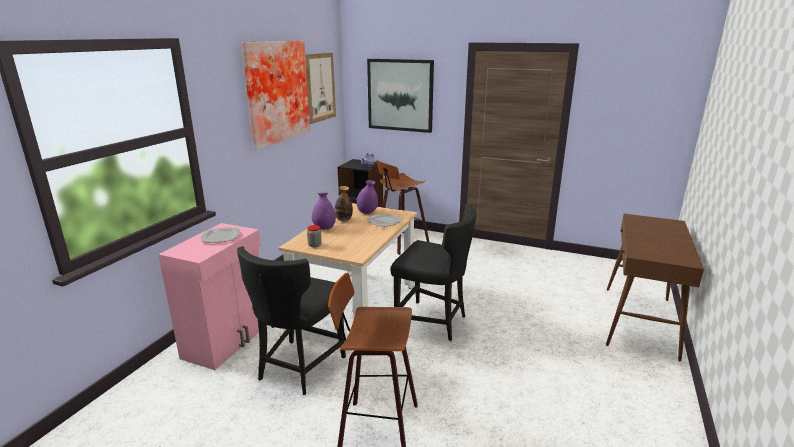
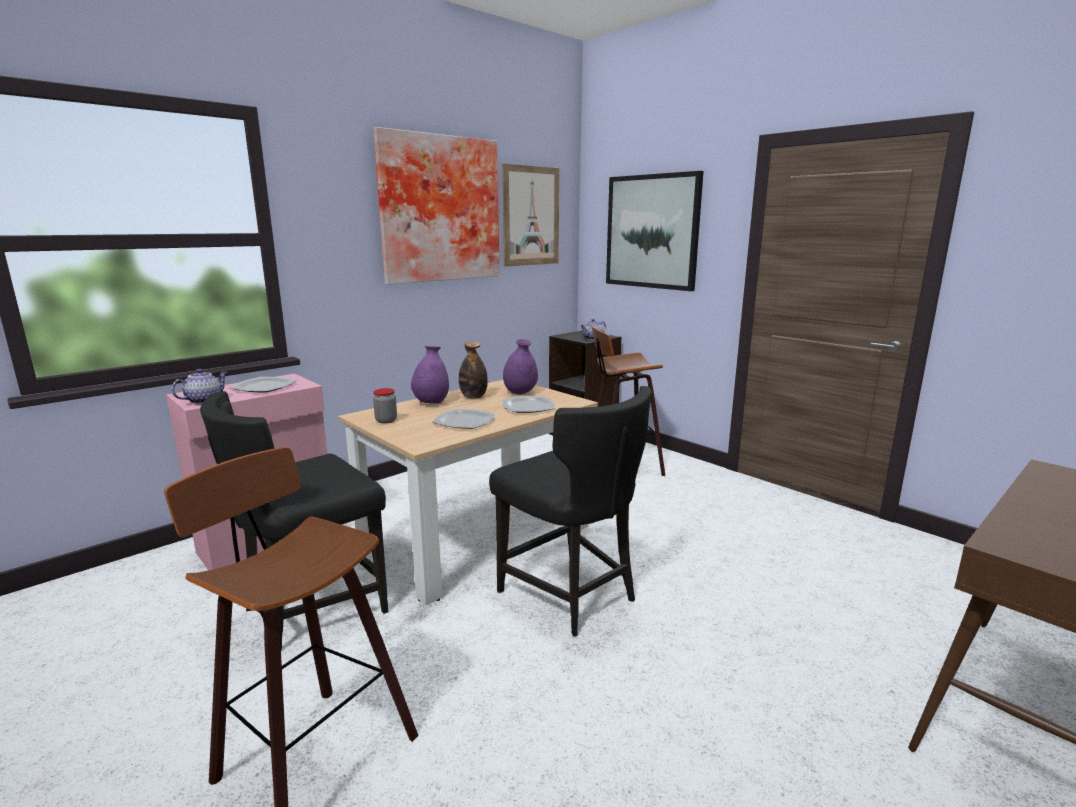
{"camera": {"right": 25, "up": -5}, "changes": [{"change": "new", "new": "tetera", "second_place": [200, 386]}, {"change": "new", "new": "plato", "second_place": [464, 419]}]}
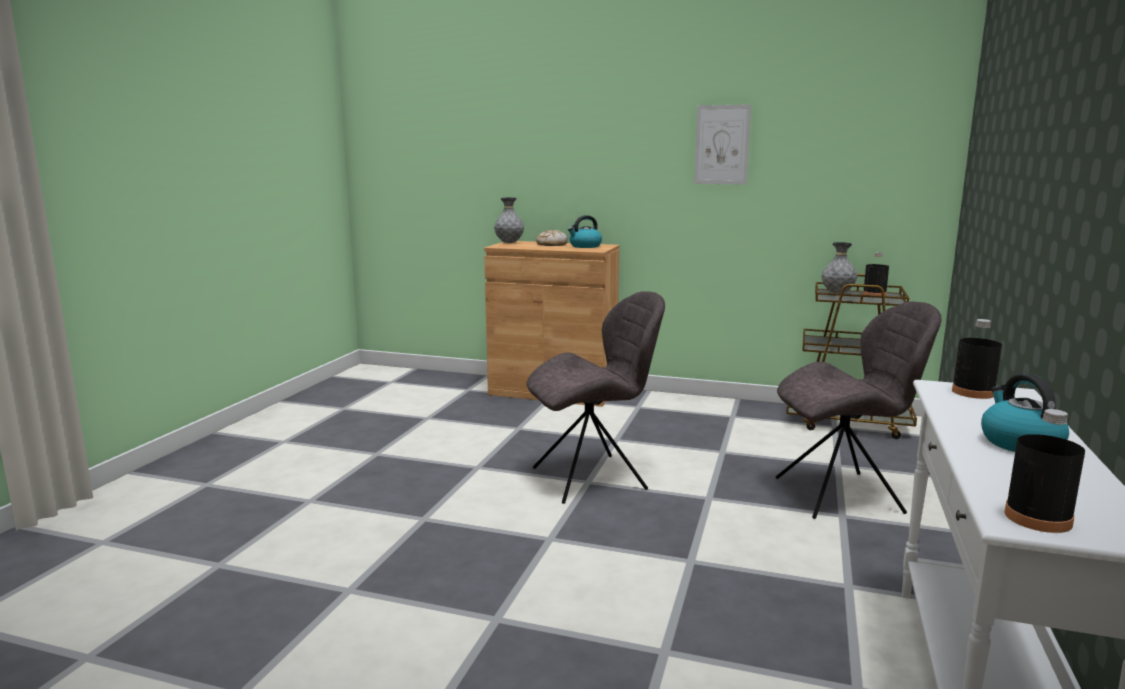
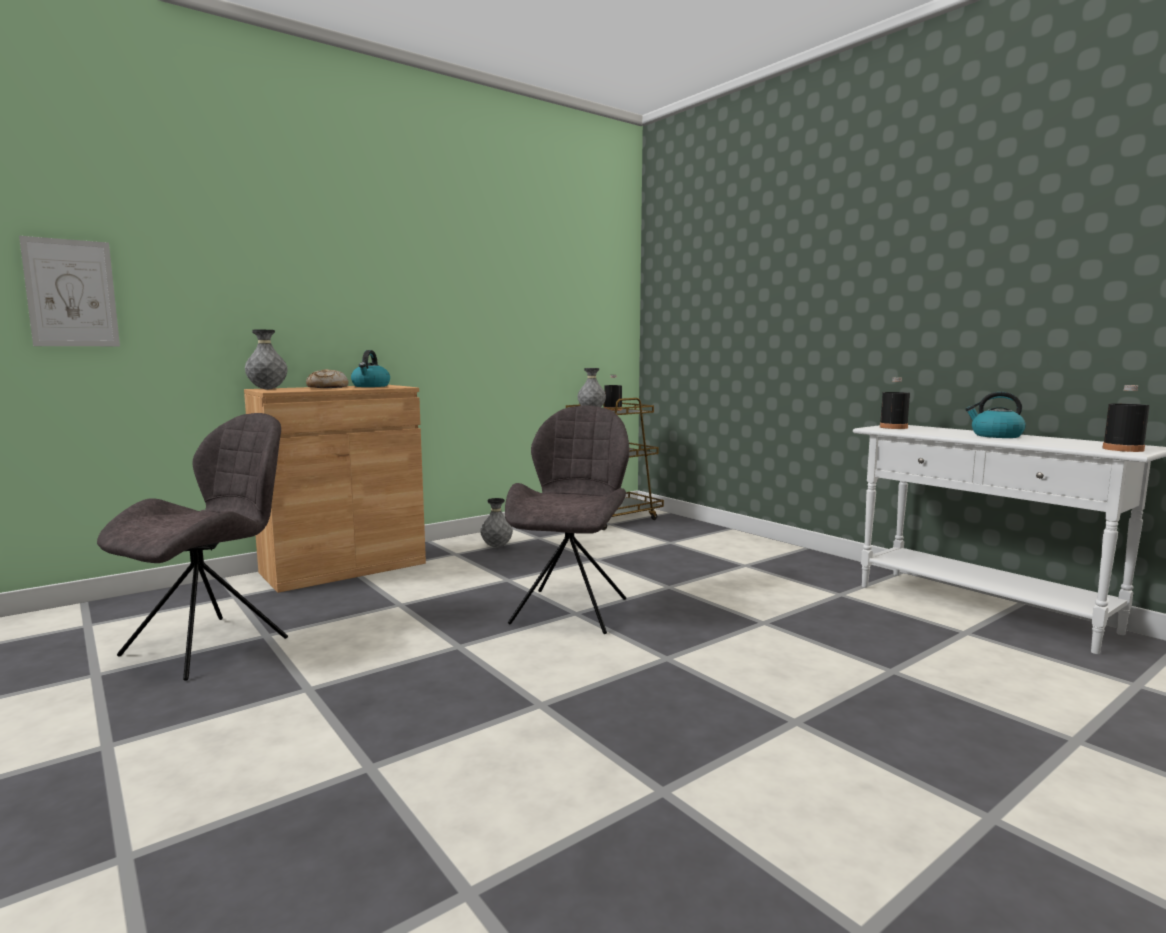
{"camera": {"right": -55, "up": -5}, "changes": [{"change": "new", "new": "florero [gris]", "second_place": [496, 523]}, {"change": "shifted", "old": "cuadro", "first_place": [722, 144], "second_place": [69, 291]}, {"change": "shifted", "old": "silla [gris]", "first_place": [858, 410], "second_place": [192, 547]}]}
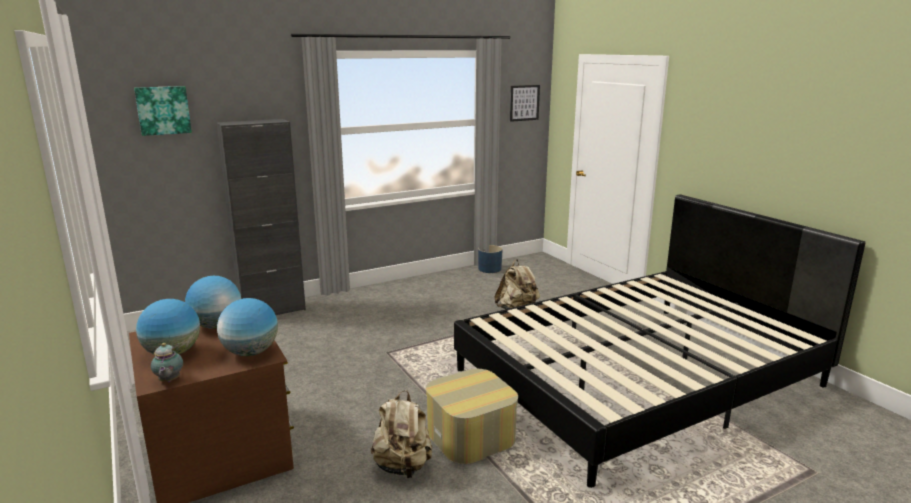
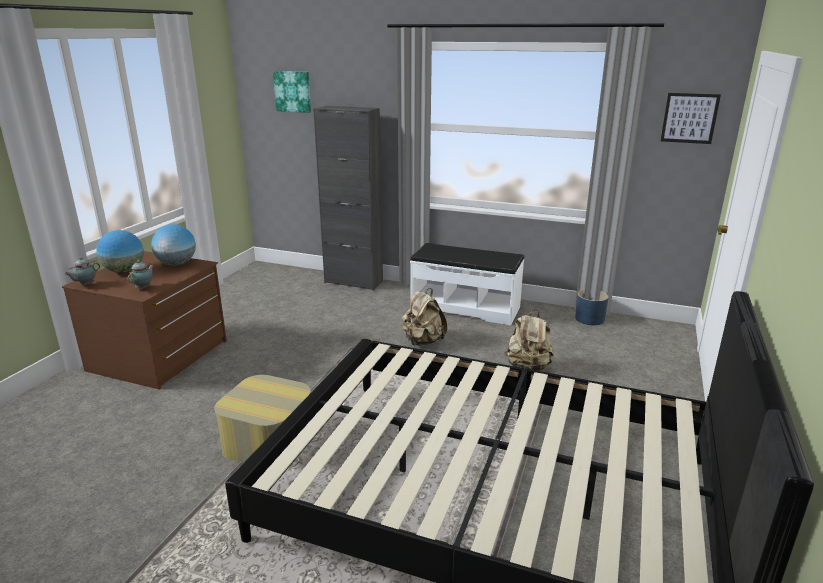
{"camera": {"right": 50, "up": 5}, "changes": [{"change": "new", "new": "banco [blanco]", "second_place": [467, 284]}, {"change": "shifted", "old": "mochila [beis]", "first_place": [401, 434], "second_place": [424, 317]}, {"change": "swapped", "old": "globo terráqueo", "new": "tetera", "first_place": [247, 327], "second_place": [140, 275]}]}
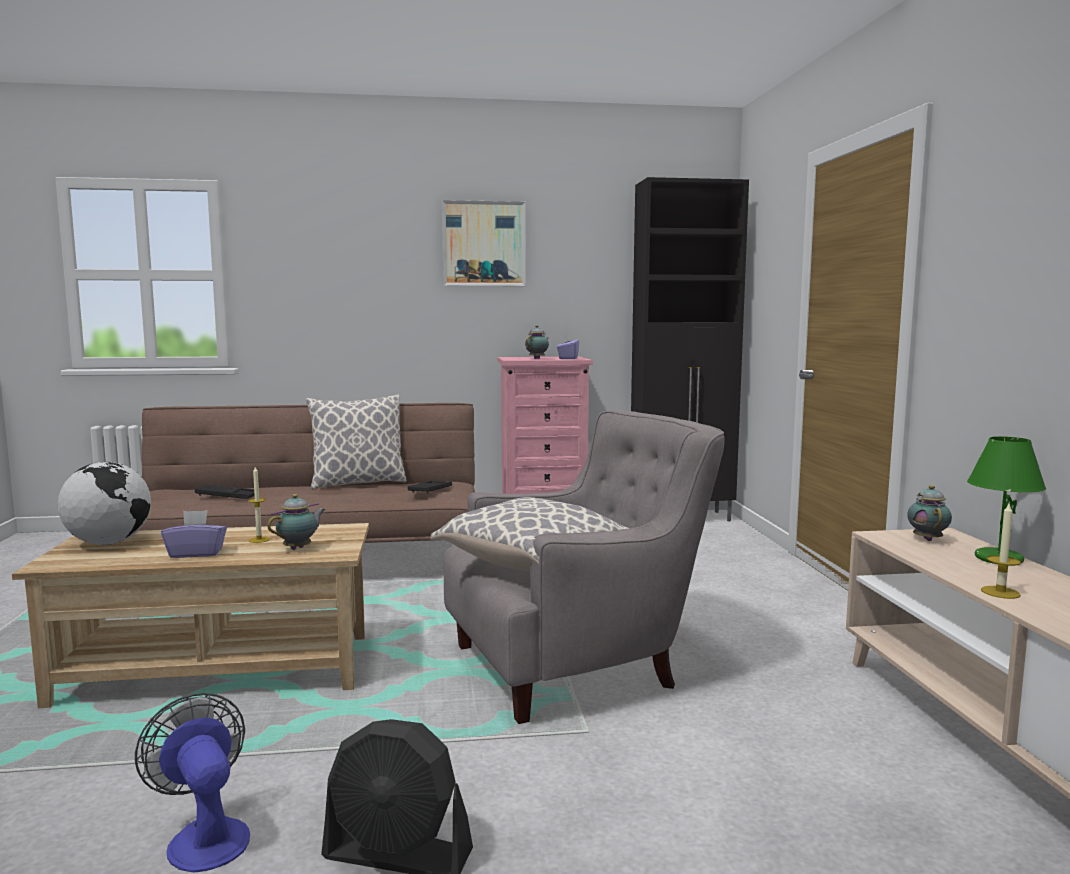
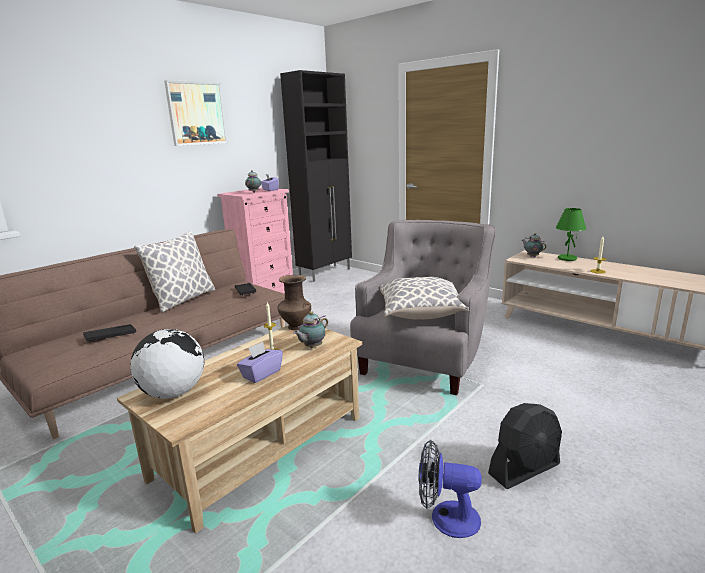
{"camera": {"right": -40, "up": 10}, "changes": [{"change": "new", "new": "florero [marrón]", "second_place": [294, 302]}, {"change": "rotated", "old": "tetera", "first_place": [296, 522], "second_place": [310, 329], "degrees": -135}]}
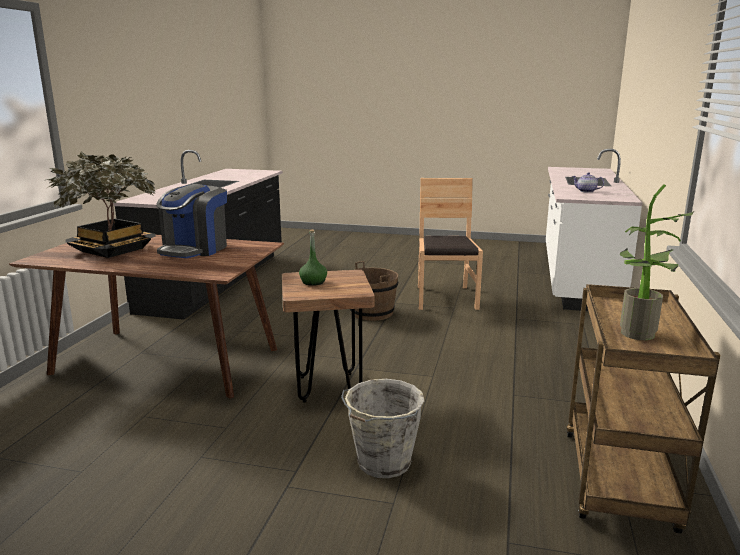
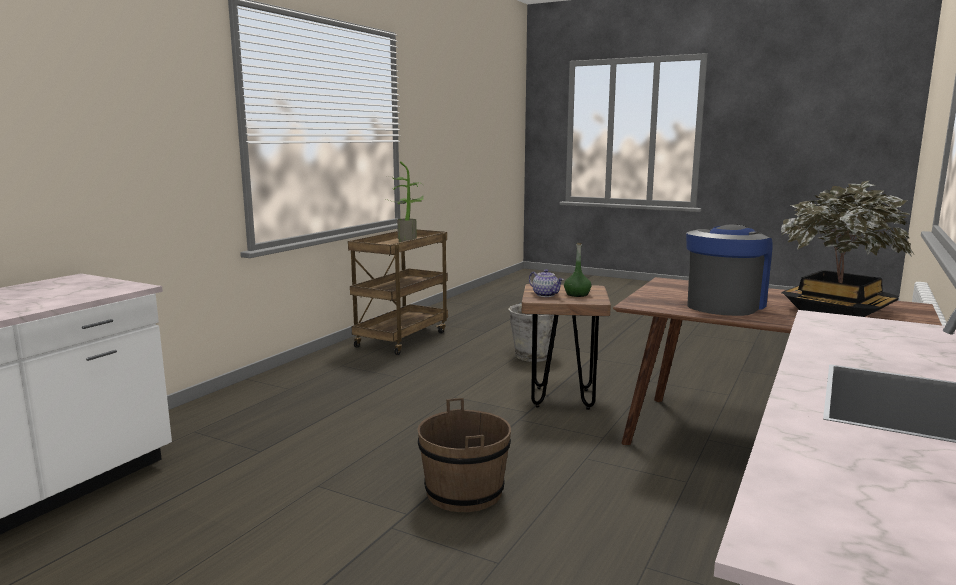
{"camera": {"right": -165, "up": -5}, "changes": [{"change": "gone", "old": "silla [marrón]", "first_place": [450, 244]}, {"change": "shifted", "old": "tetera", "first_place": [588, 182], "second_place": [546, 283]}]}
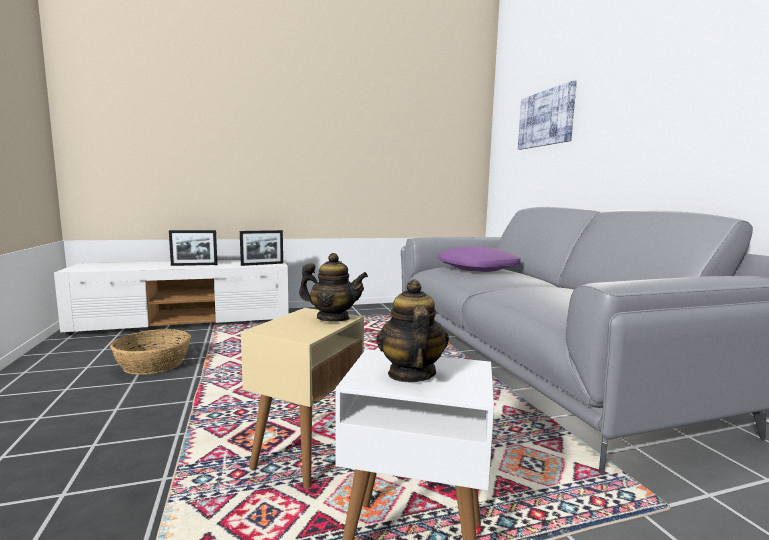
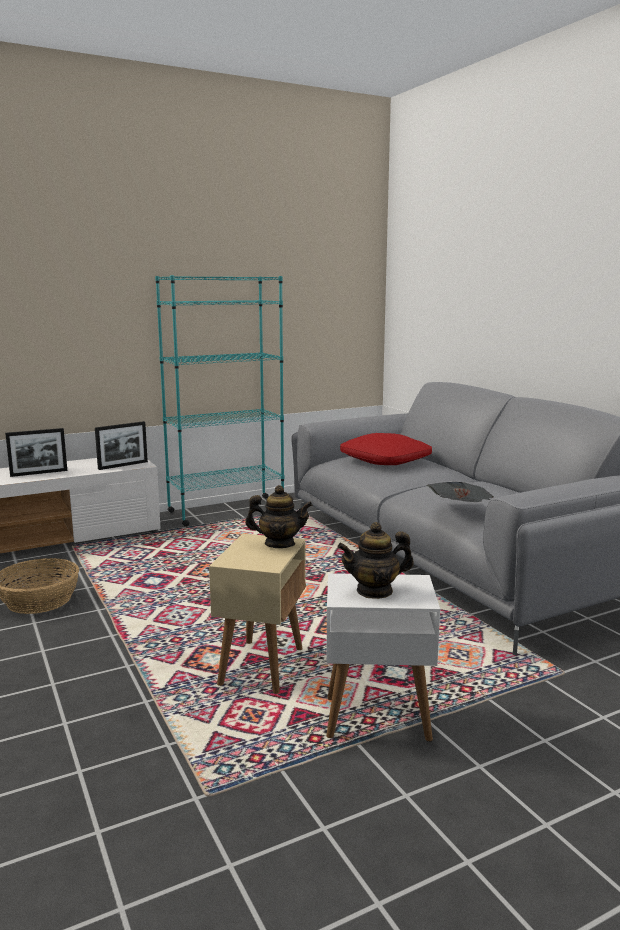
{"camera": {"right": -10, "up": 5}, "changes": [{"change": "gone", "old": "cuadro", "first_place": [547, 115]}, {"change": "new", "new": "estantería [turquesa]", "second_place": [219, 401]}, {"change": "new", "new": "periódico", "second_place": [460, 492]}, {"change": "repainted", "old": "cojín [morado]", "new": "cojín [rojo]", "first_place": [479, 259], "second_place": [386, 449]}, {"change": "rotated", "old": "tetera", "first_place": [412, 330], "second_place": [375, 560], "degrees": -90}]}
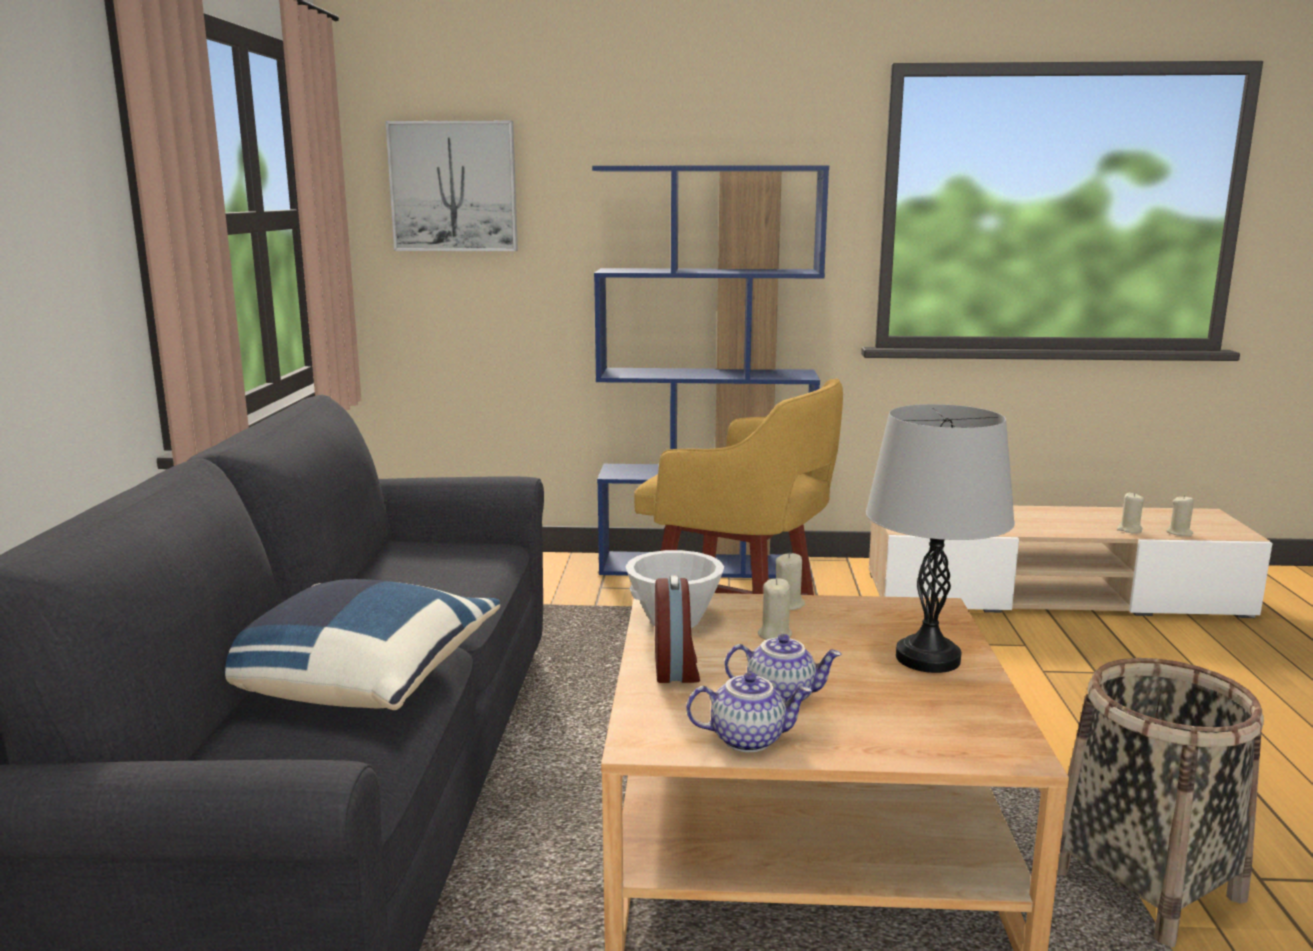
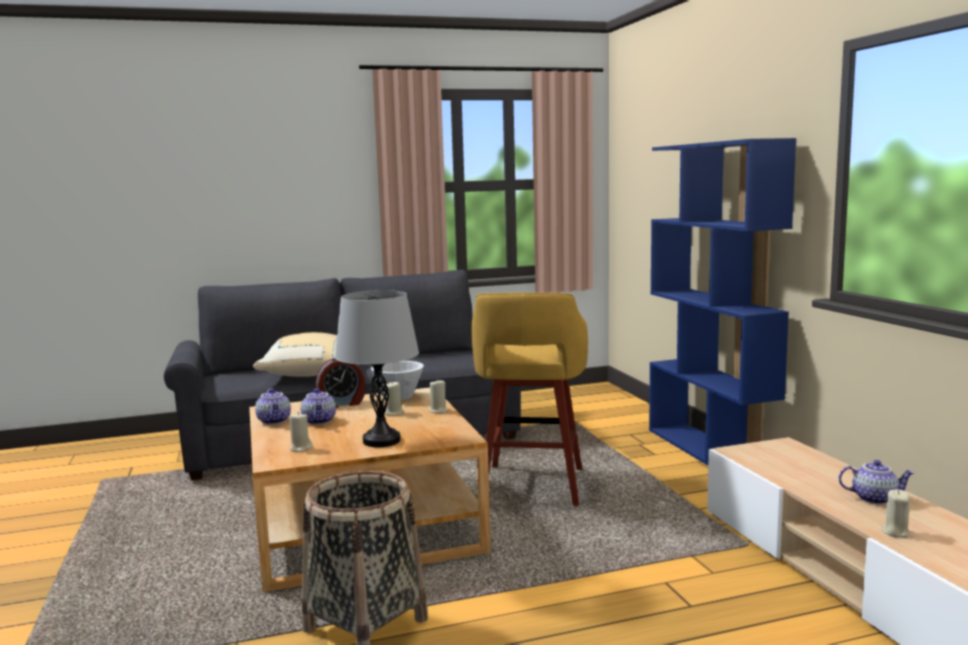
{"camera": {"right": 70, "up": -5}, "changes": [{"change": "gone", "old": "cuadro", "first_place": [451, 186]}, {"change": "new", "new": "tetera", "second_place": [876, 482]}, {"change": "shifted", "old": "vela [beis]", "first_place": [1180, 515], "second_place": [301, 432]}, {"change": "repainted", "old": "cojín [azul]", "new": "cojín [beis]", "first_place": [362, 644], "second_place": [295, 354]}]}
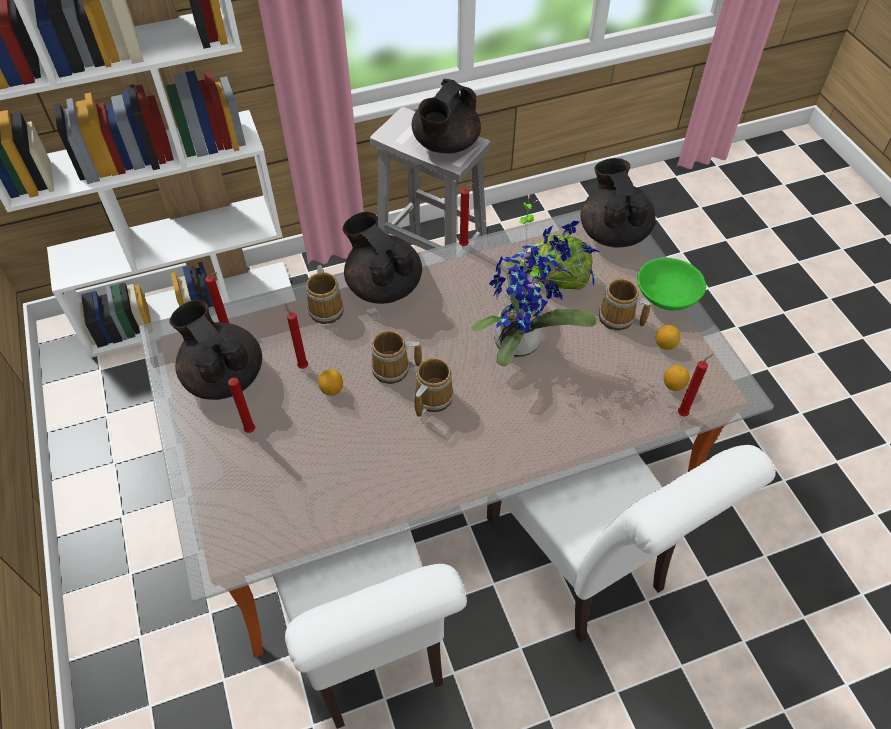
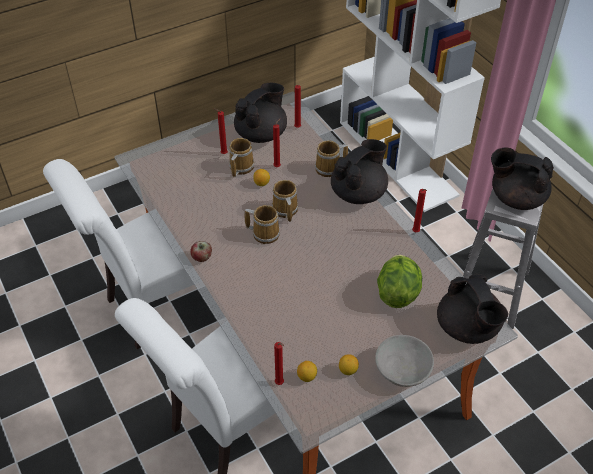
{"camera": {"right": 80, "up": -5}, "changes": [{"change": "gone", "old": "planta en maceta", "first_place": [535, 281]}, {"change": "new", "new": "manzana", "second_place": [201, 251]}, {"change": "shifted", "old": "taza grande", "first_place": [625, 304], "second_place": [241, 157]}, {"change": "repainted", "old": "cuenco [verde]", "new": "cuenco [gris]", "first_place": [671, 284], "second_place": [404, 361]}, {"change": "rotated", "old": "tetera [negro]", "first_place": [618, 202], "second_place": [472, 309], "degrees": 90}]}
